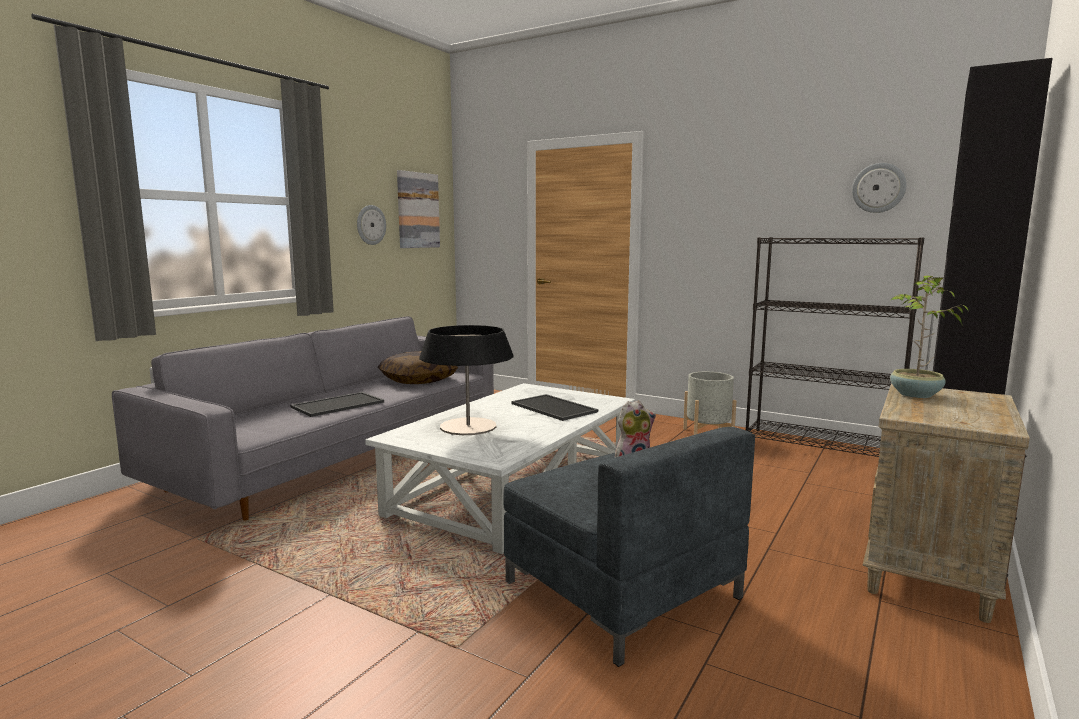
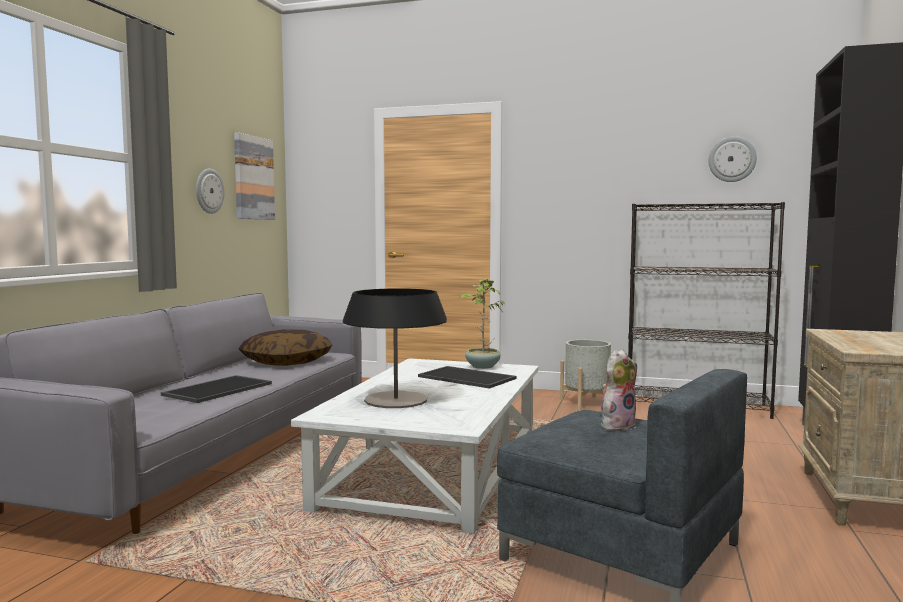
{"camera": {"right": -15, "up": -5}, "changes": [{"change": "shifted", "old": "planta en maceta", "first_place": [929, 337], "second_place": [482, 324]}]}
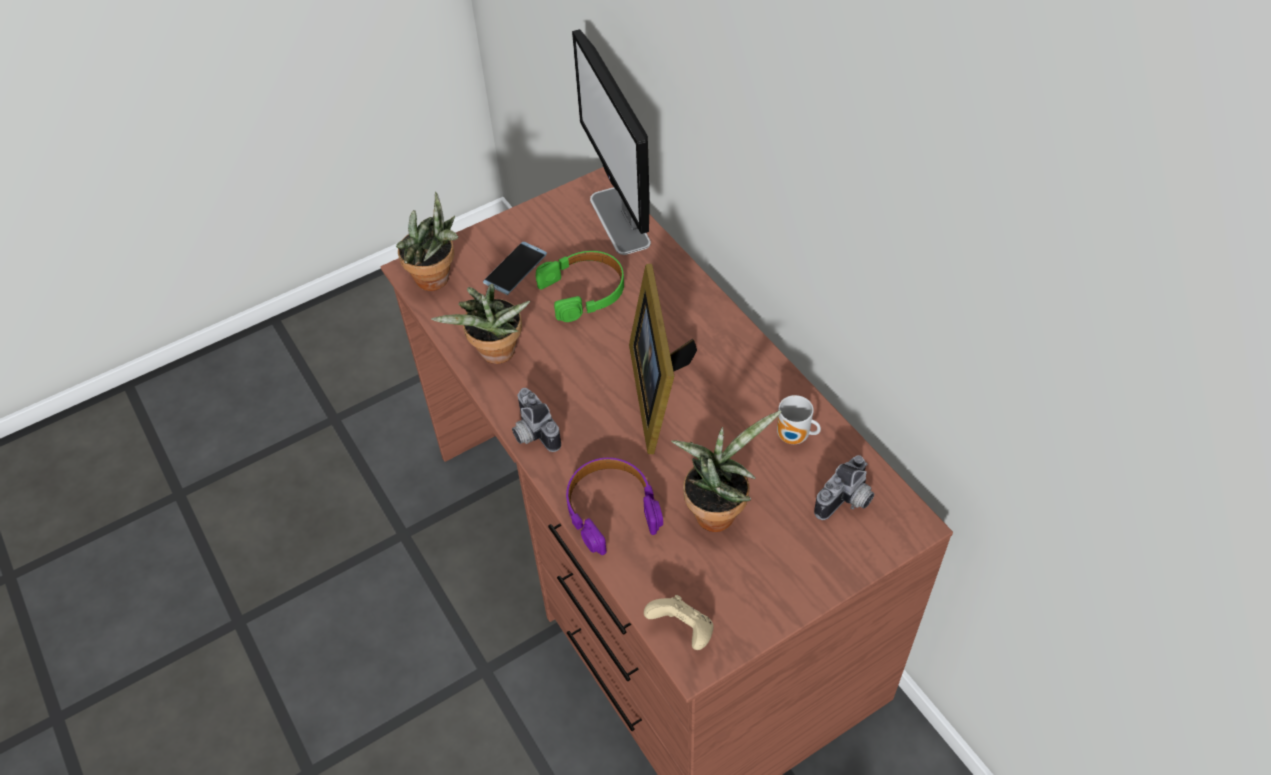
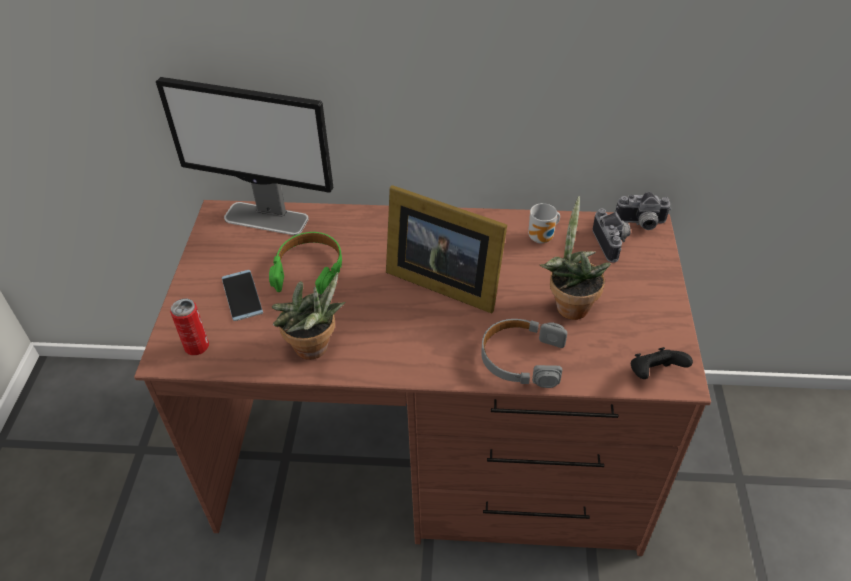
{"camera": {"right": -55, "up": -5}, "changes": [{"change": "shifted", "old": "cámara", "first_place": [536, 420], "second_place": [643, 211]}, {"change": "swapped", "old": "planta en maceta", "new": "lata", "first_place": [427, 241], "second_place": [189, 327]}, {"change": "repainted", "old": "auriculares [morado]", "new": "auriculares [gris]", "first_place": [614, 506], "second_place": [524, 353]}, {"change": "repainted", "old": "mando de consola [beis]", "new": "mando de consola [negro]", "first_place": [679, 622], "second_place": [662, 363]}]}
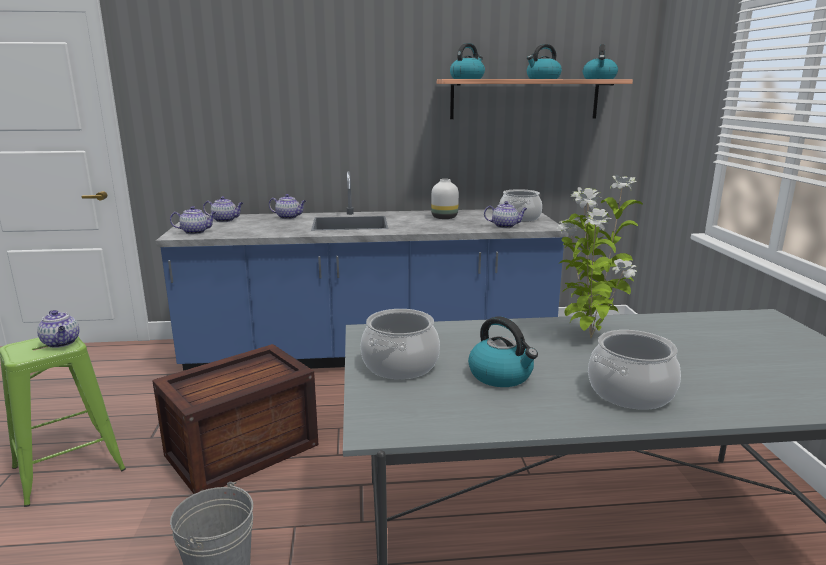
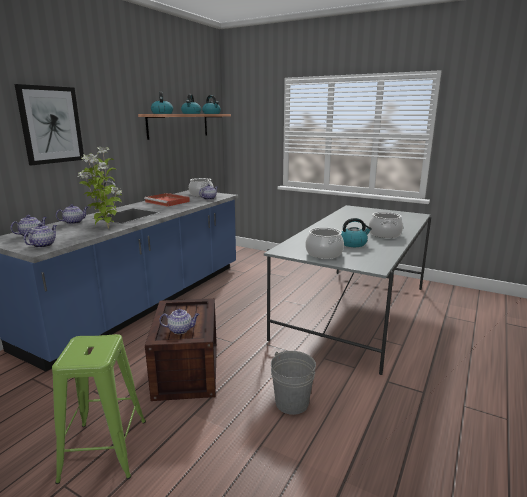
{"camera": {"right": -55, "up": 0}, "changes": [{"change": "new", "new": "cuadro", "second_place": [49, 124]}, {"change": "shifted", "old": "tetera", "first_place": [58, 329], "second_place": [179, 321]}, {"change": "shifted", "old": "planta en maceta", "first_place": [599, 256], "second_place": [100, 187]}, {"change": "swapped", "old": "florero [blanco]", "new": "bandeja [rojo]", "first_place": [445, 199], "second_place": [167, 200]}]}
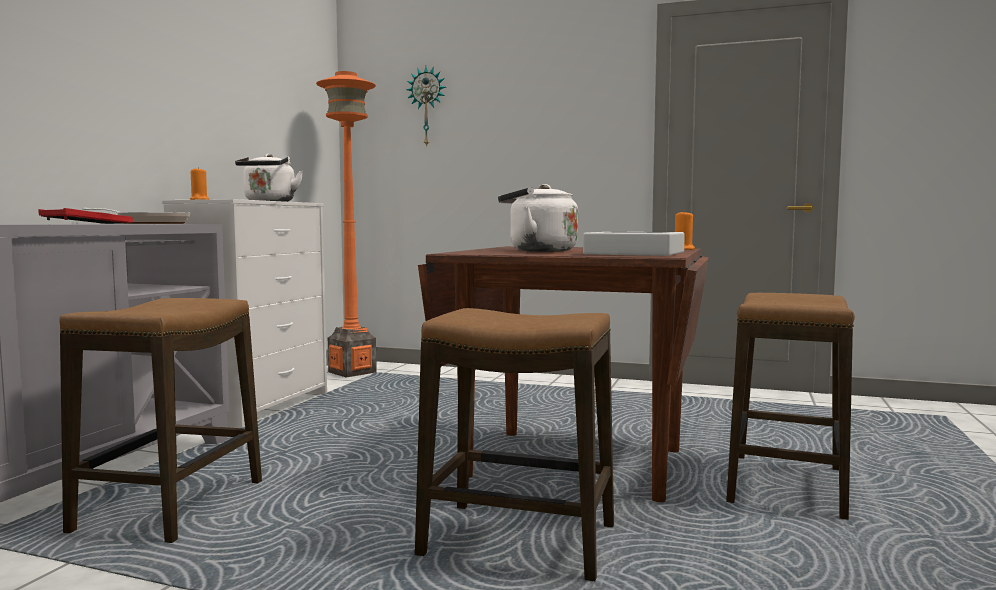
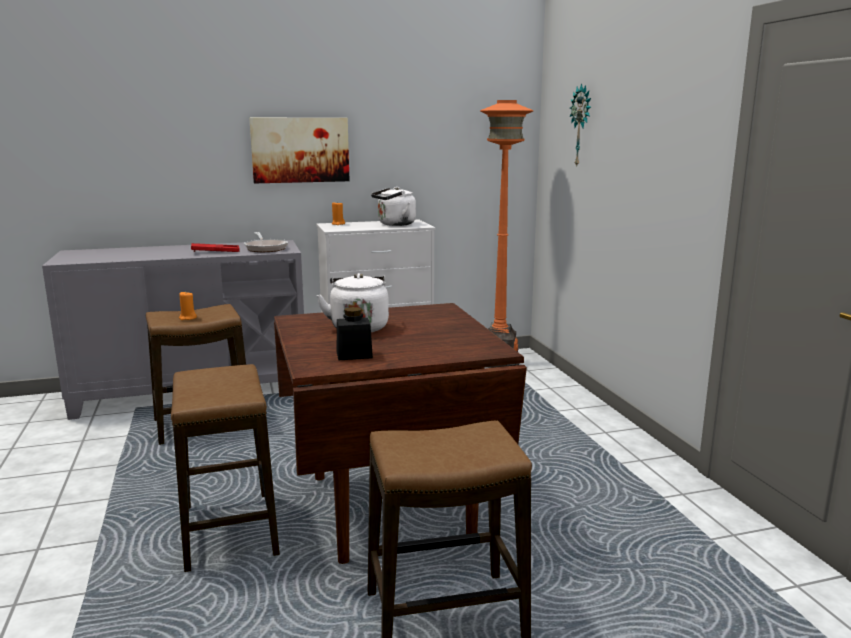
{"camera": {"right": 55, "up": 10}, "changes": [{"change": "new", "new": "cuadro", "second_place": [299, 150]}, {"change": "shifted", "old": "vela [naranja]", "first_place": [685, 230], "second_place": [188, 305]}, {"change": "swapped", "old": "bandeja [gris]", "new": "tarro [negro]", "first_place": [634, 244], "second_place": [355, 333]}]}
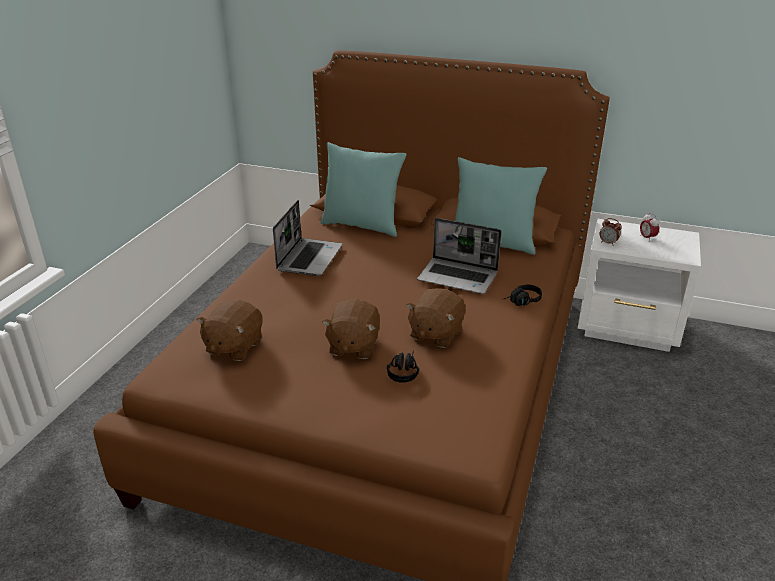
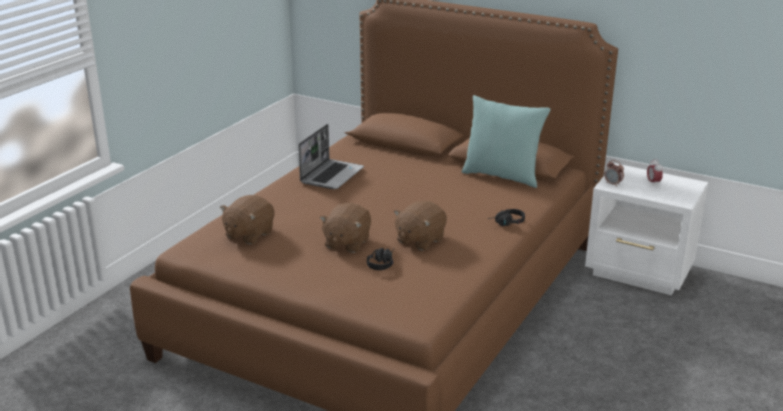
{"camera": {"right": 10, "up": -5}, "changes": [{"change": "gone", "old": "cojín [turquesa]", "first_place": [363, 189]}, {"change": "gone", "old": "portátil", "first_place": [459, 256]}]}
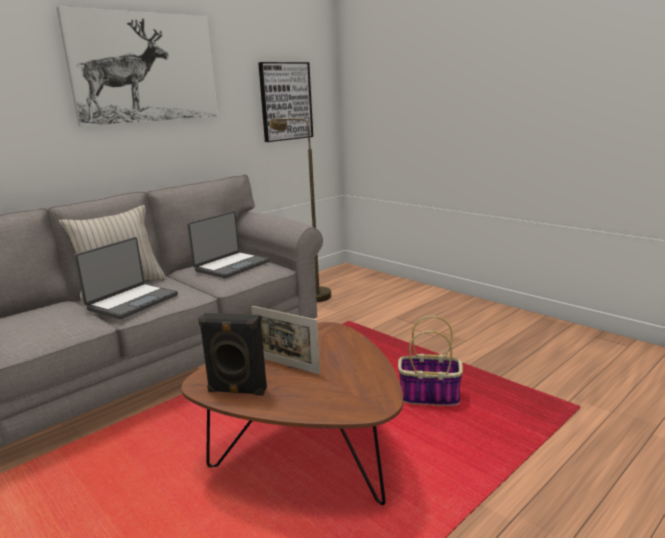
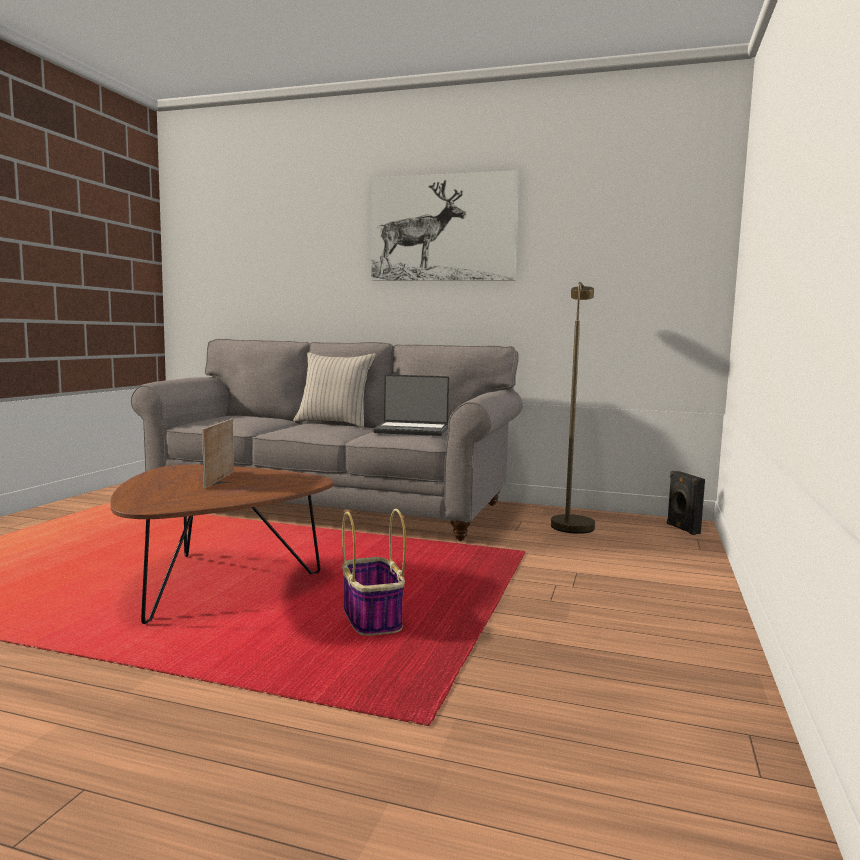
{"camera": {"right": 60, "up": -10}, "changes": [{"change": "gone", "old": "portátil", "first_place": [126, 278]}, {"change": "gone", "old": "cuadro", "first_place": [285, 102]}, {"change": "shifted", "old": "altavoz [negro]", "first_place": [232, 354], "second_place": [686, 503]}]}
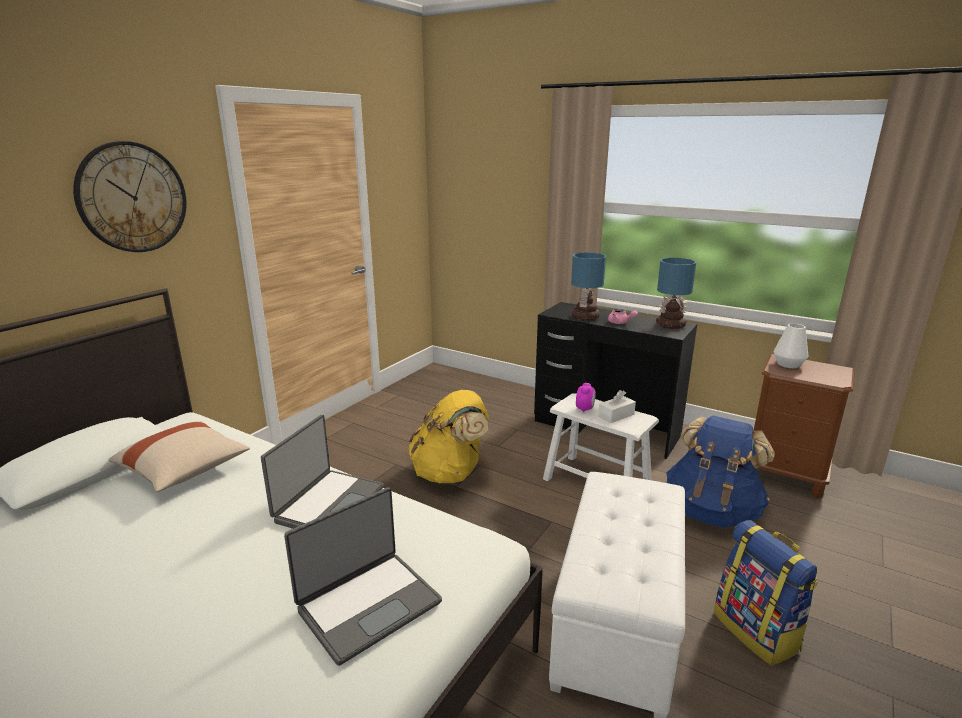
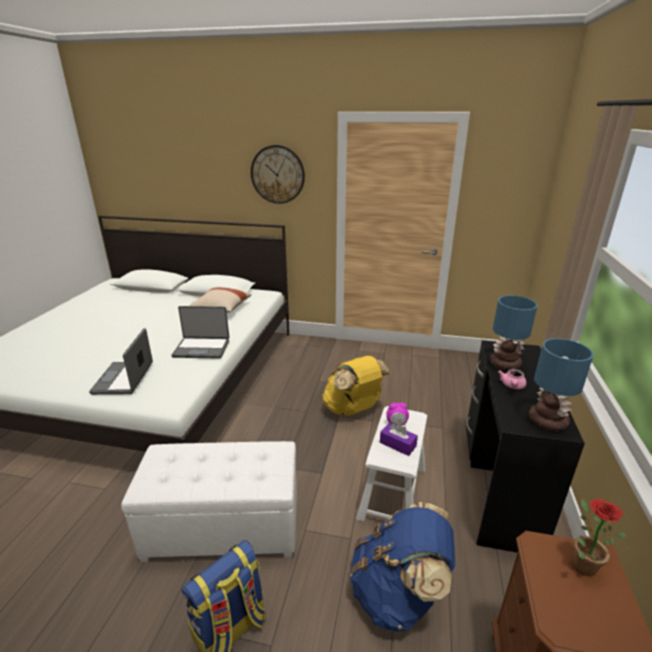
{"camera": {"right": 70, "up": 5}, "changes": [{"change": "swapped", "old": "florero [blanco]", "new": "planta en maceta", "first_place": [791, 345], "second_place": [600, 537]}, {"change": "repainted", "old": "caja de pañuelos [blanco]", "new": "caja de pañuelos [morado]", "first_place": [617, 406], "second_place": [399, 439]}, {"change": "rotated", "old": "portátil", "first_place": [363, 576], "second_place": [121, 361], "degrees": 60}]}
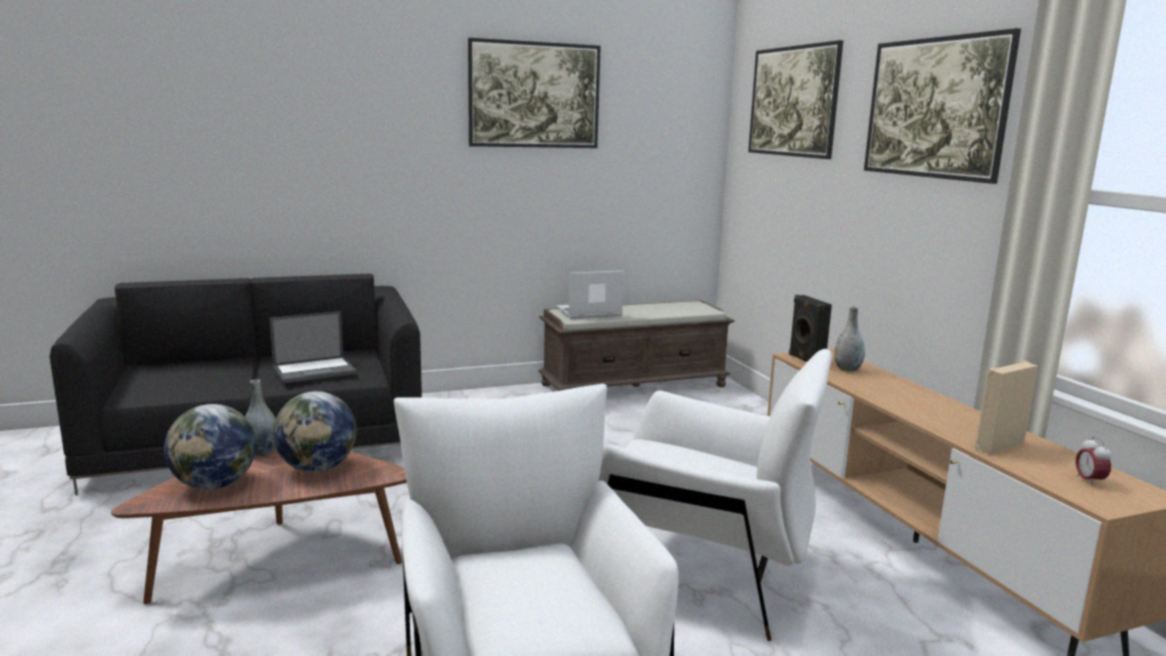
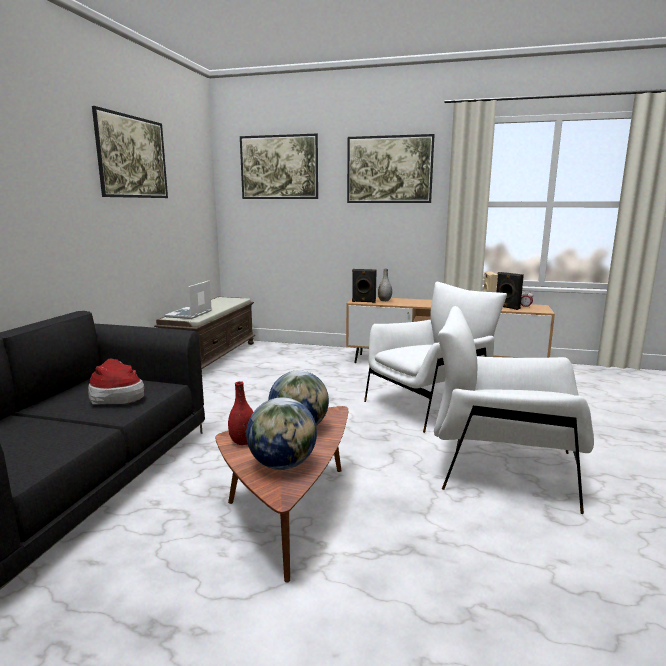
{"camera": {"right": -55, "up": 0}, "changes": [{"change": "new", "new": "altavoz [negro]", "second_place": [510, 291]}, {"change": "swapped", "old": "portátil", "new": "sombrero", "first_place": [313, 347], "second_place": [116, 381]}, {"change": "repainted", "old": "florero [gris]", "new": "florero [rojo]", "first_place": [260, 418], "second_place": [240, 413]}]}
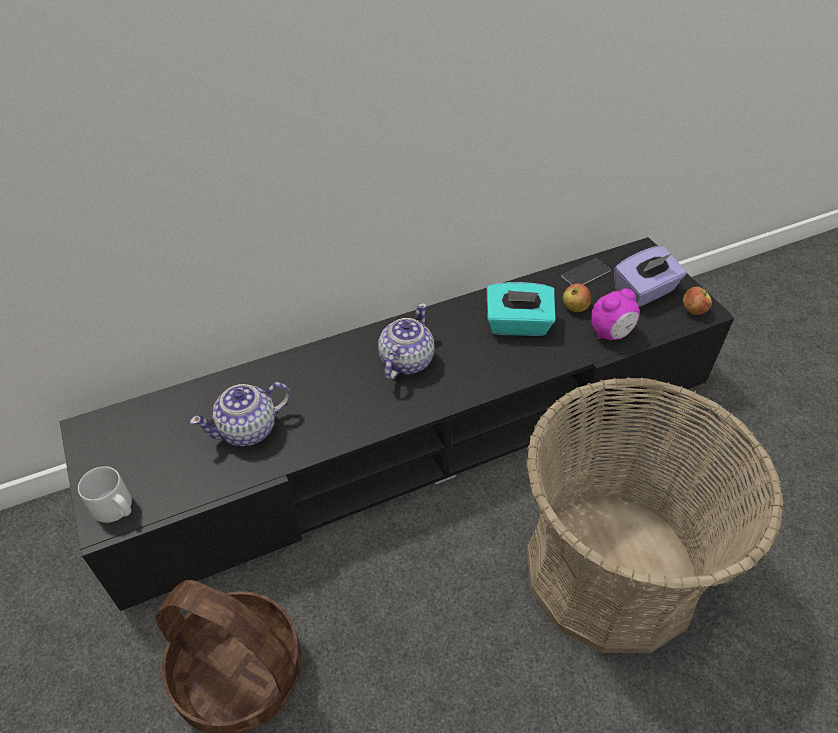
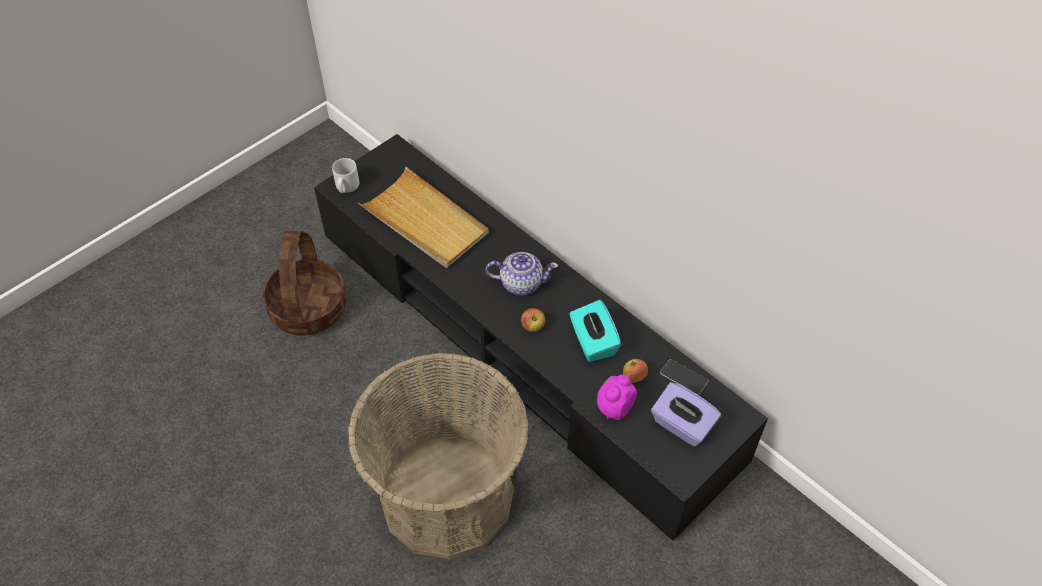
{"camera": {"right": 70, "up": 5}, "changes": [{"change": "shifted", "old": "manzana", "first_place": [697, 301], "second_place": [533, 320]}, {"change": "swapped", "old": "tetera", "new": "bandeja [beis]", "first_place": [240, 414], "second_place": [423, 217]}, {"change": "rotated", "old": "despertador", "first_place": [615, 314], "second_place": [617, 397], "degrees": 90}]}
